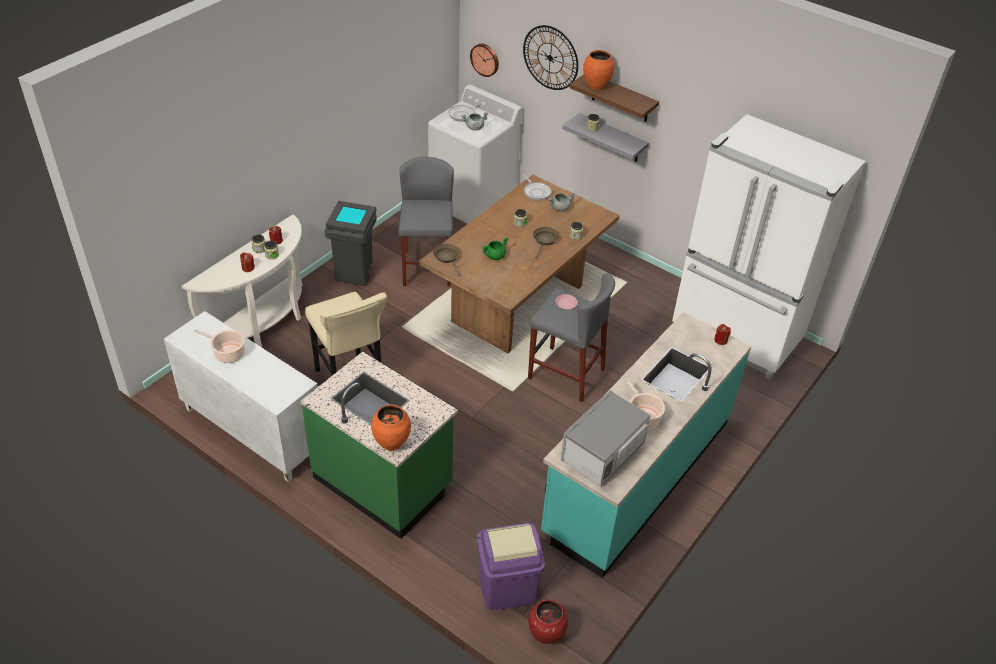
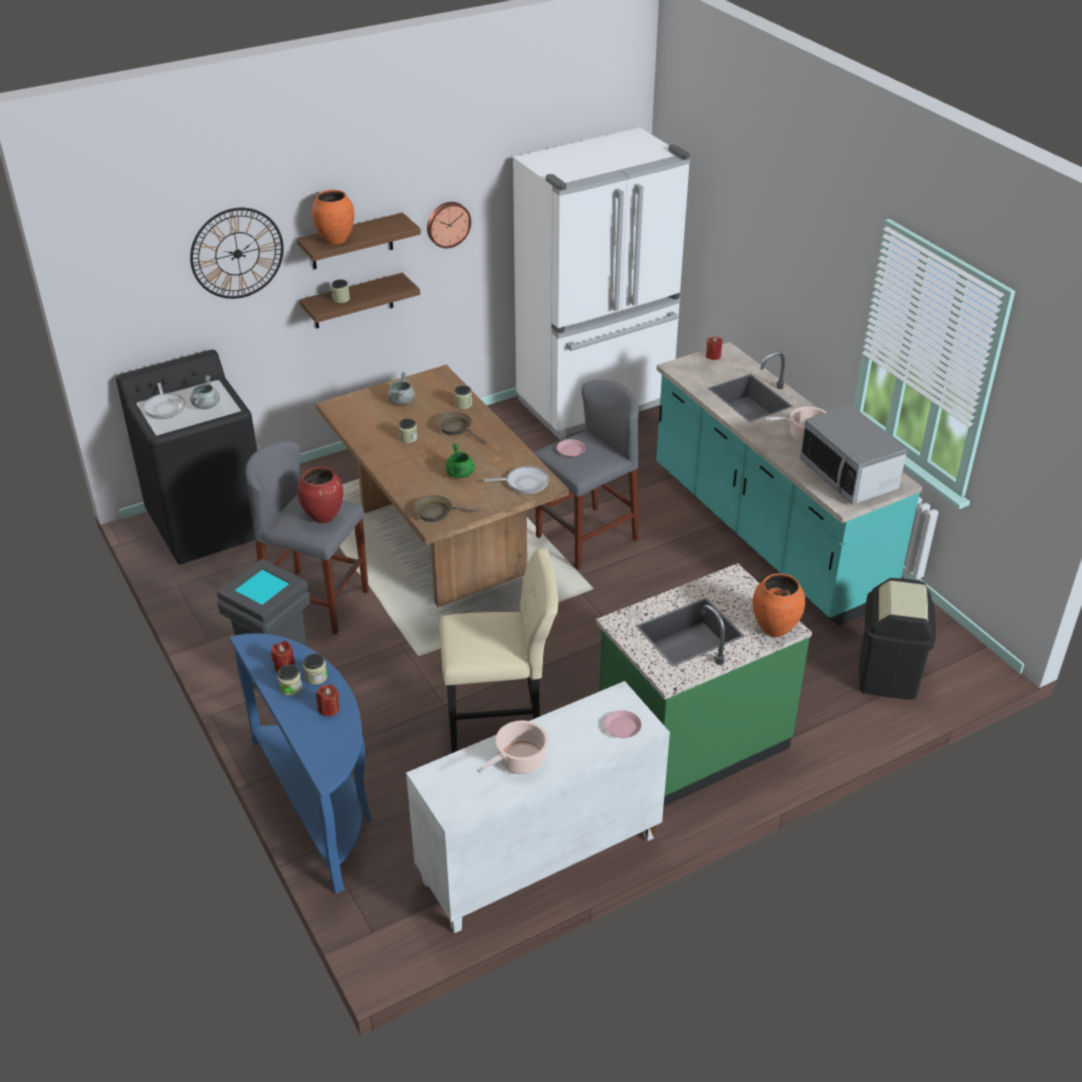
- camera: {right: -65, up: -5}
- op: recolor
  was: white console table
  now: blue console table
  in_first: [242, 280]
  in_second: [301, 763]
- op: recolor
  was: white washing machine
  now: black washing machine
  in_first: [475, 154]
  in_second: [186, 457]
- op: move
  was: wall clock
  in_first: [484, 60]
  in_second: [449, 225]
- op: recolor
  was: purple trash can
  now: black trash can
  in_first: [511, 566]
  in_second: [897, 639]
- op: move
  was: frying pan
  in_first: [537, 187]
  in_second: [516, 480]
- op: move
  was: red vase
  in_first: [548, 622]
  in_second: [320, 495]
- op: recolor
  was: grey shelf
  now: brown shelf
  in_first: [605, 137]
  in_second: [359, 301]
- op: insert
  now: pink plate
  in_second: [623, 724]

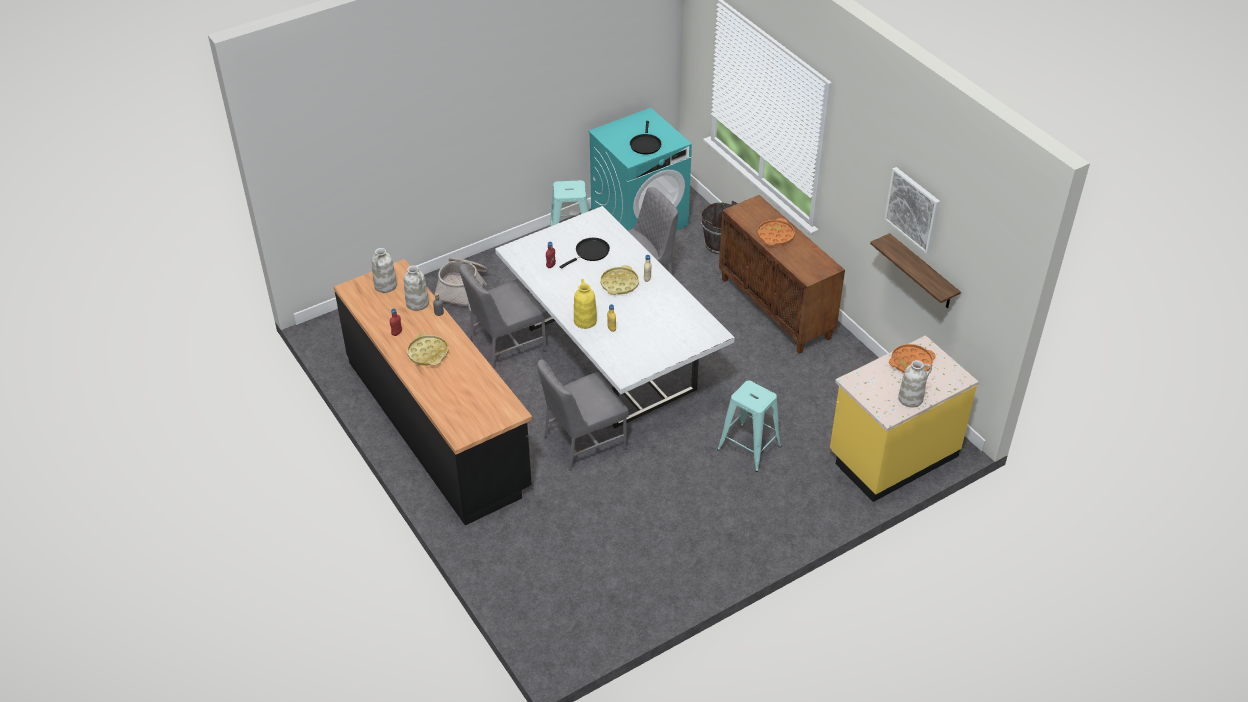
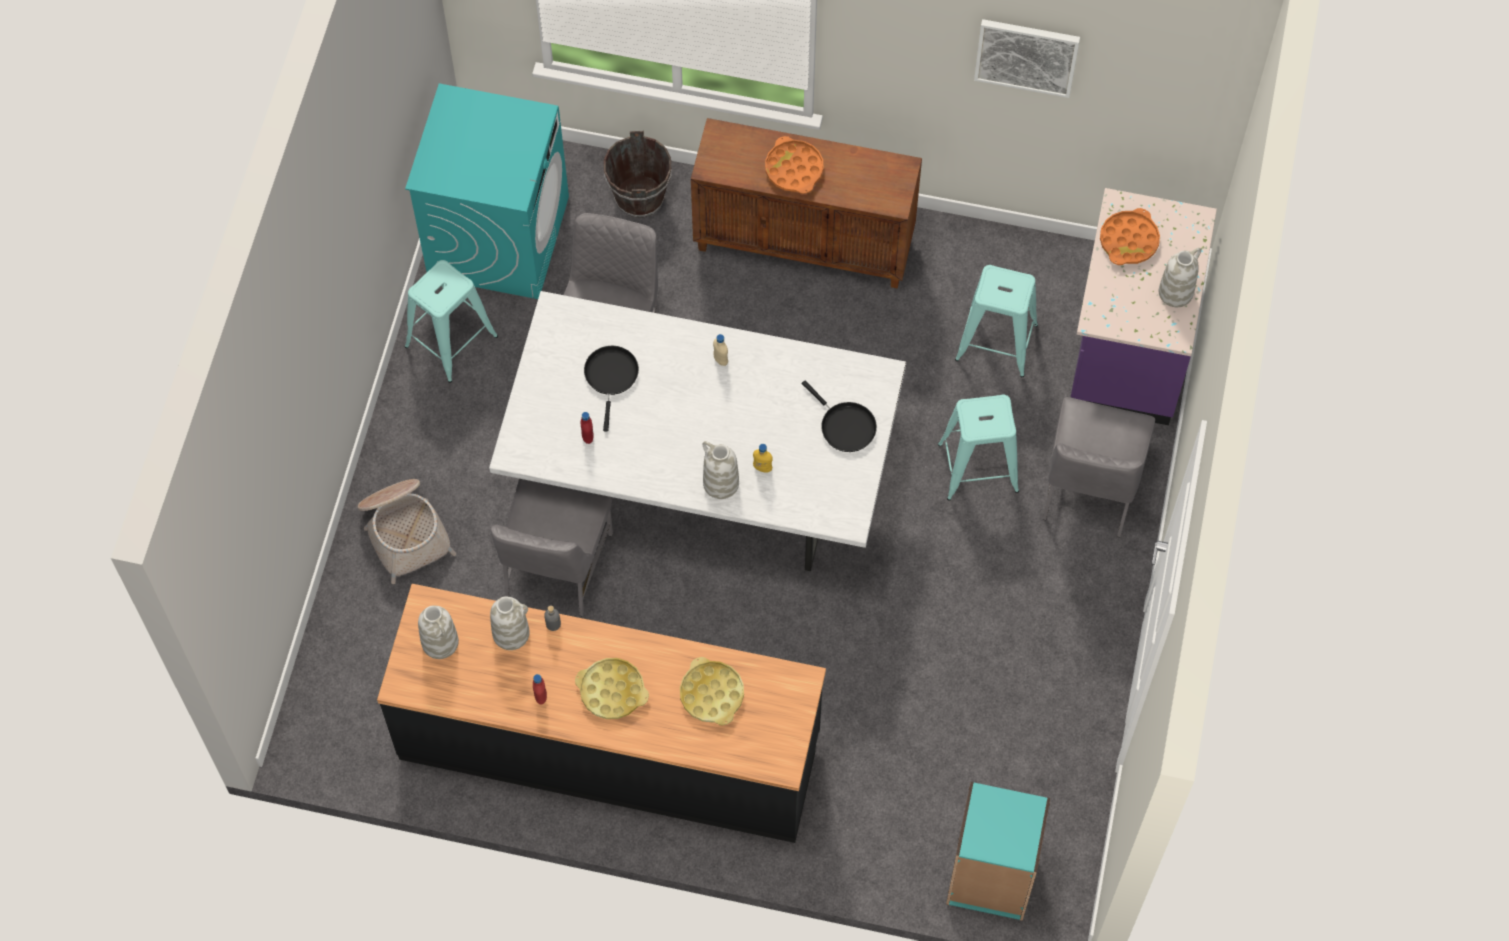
- camera: {right: -45, up: 20}
- op: move
  was: grey chair
  in_first: [583, 415]
  in_second: [1099, 467]
- op: recolor
  was: yellow vase
  now: white vase
  in_first: [585, 304]
  in_second: [721, 470]
- op: move
  was: yellow tray
  in_first: [619, 280]
  in_second: [712, 691]
- op: move
  was: black frying pan
  in_first: [646, 137]
  in_second: [839, 416]
- op: recolor
  was: yellow counter
  now: purple counter
  in_first: [904, 418]
  in_second: [1144, 306]
- op: delete
  was: shelf
  in_first: [915, 270]
- op: insert
  now: turquoise bookcase
  in_second: [998, 851]
- op: insert
  now: turquoise stool
  in_second: [996, 321]

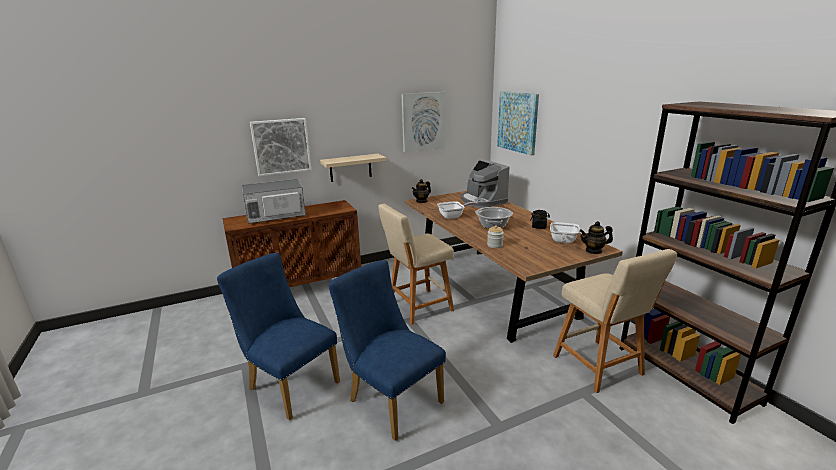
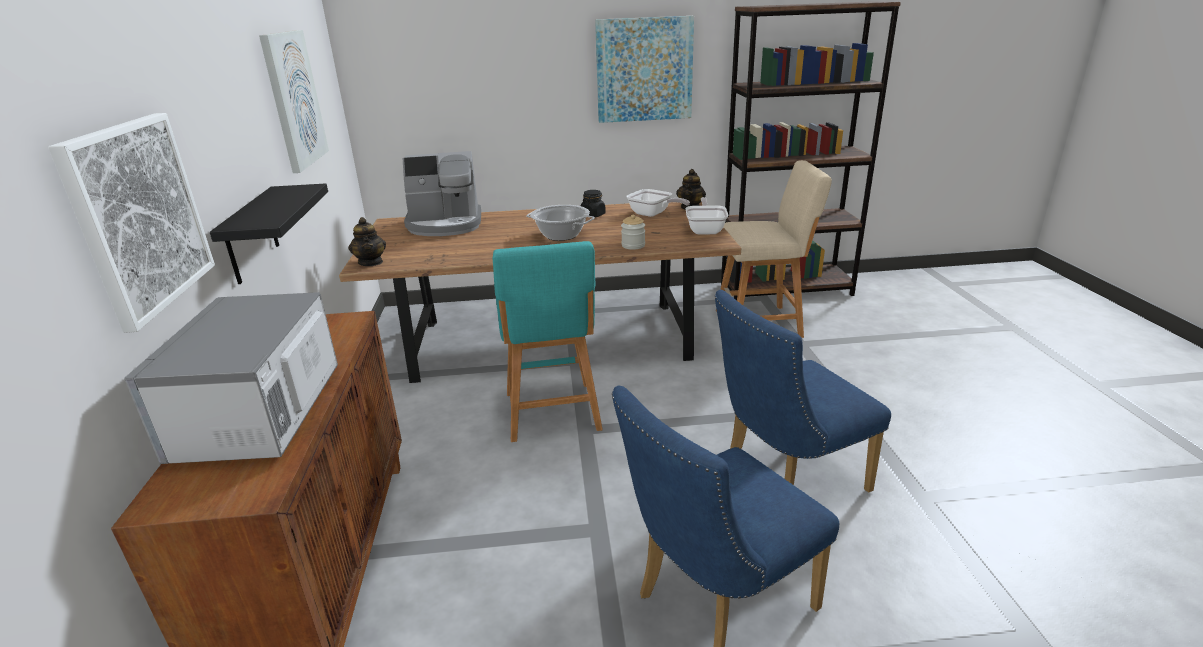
- camera: {right: -70, up: 5}
- op: recolor
  was: beige shelf
  now: black shelf
  in_first: [353, 168]
  in_second: [269, 233]
- op: recolor
  was: beige stool
  now: turquoise stool
  in_first: [416, 264]
  in_second: [547, 341]
- op: move
  was: frying pan
  in_first: [457, 210]
  in_second: [706, 215]
- op: move
  was: picture
  in_first: [518, 123]
  in_second: [644, 69]

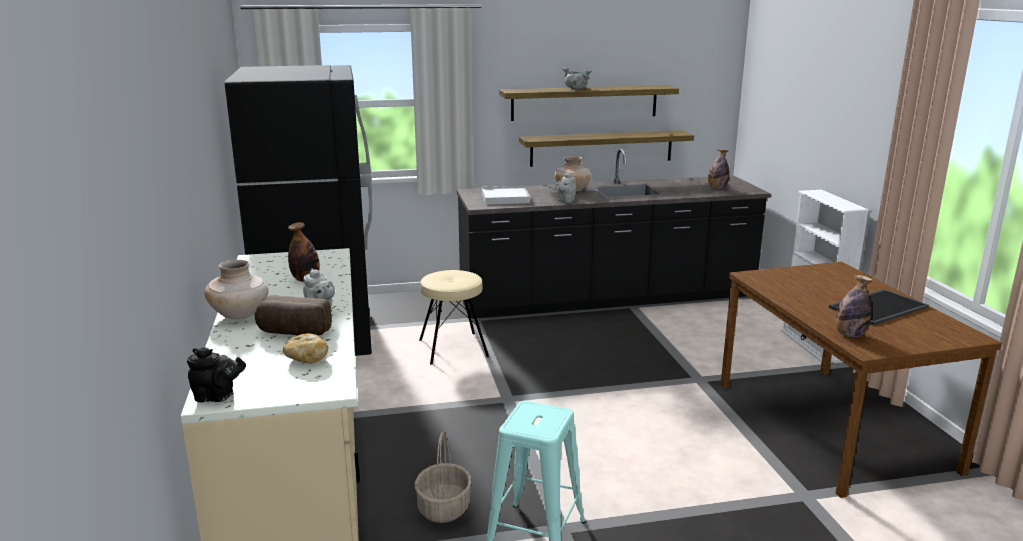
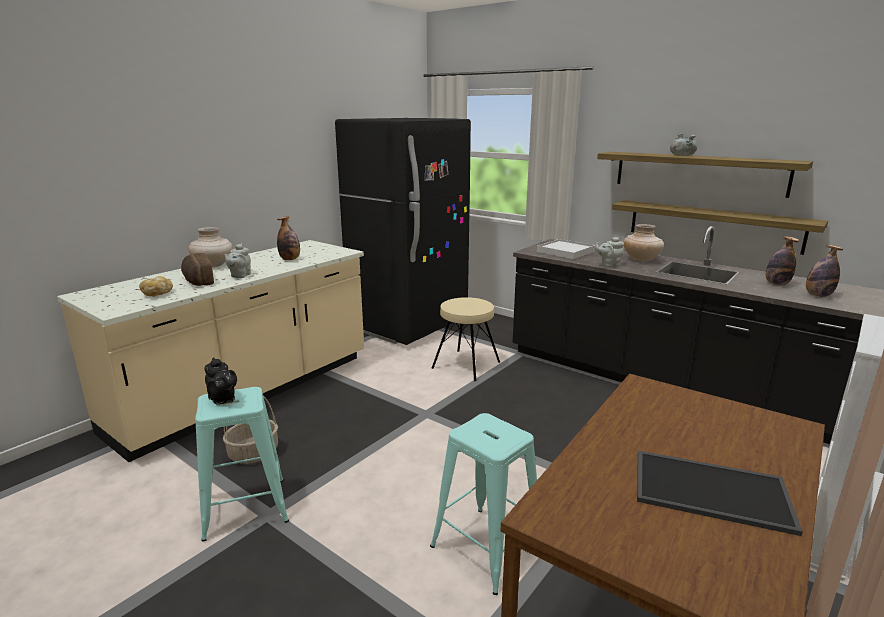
- camera: {right: 50, up: 0}
- op: move
  was: black teapot
  in_first: [216, 374]
  in_second: [220, 381]
- op: move
  was: bottle
  in_first: [854, 306]
  in_second: [782, 261]
- op: insert
  now: turquoise stool
  in_second: [483, 504]

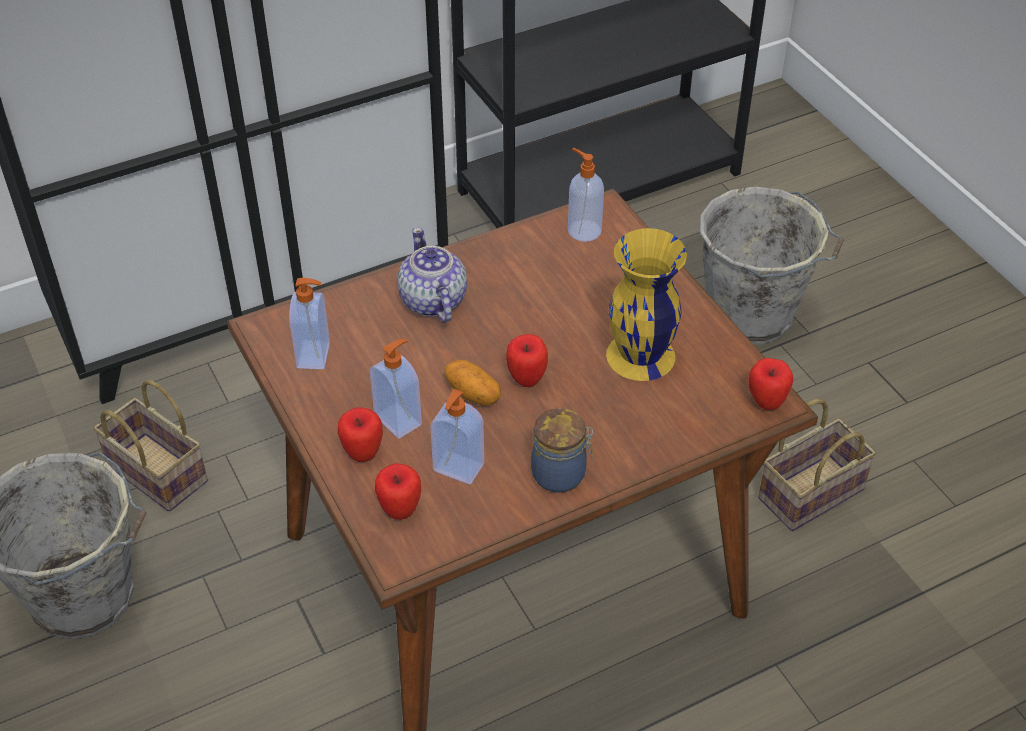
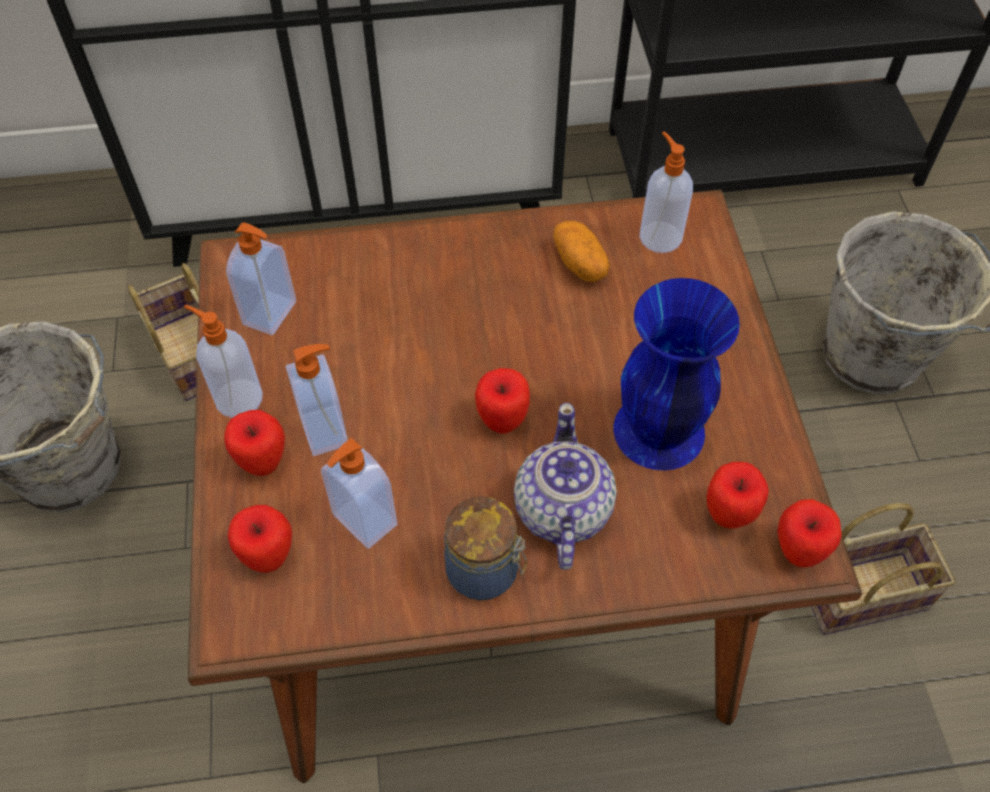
- camera: {right: 20, up: 10}
- op: move
  was: teapot
  in_first: [432, 275]
  in_second: [565, 486]
- op: move
  was: potato
  in_first: [472, 383]
  in_second: [581, 251]
- op: recolor
  was: yellow vase
  now: blue vase
  in_first: [646, 304]
  in_second: [677, 374]
- op: insert
  now: soap dispenser
  in_second: [223, 361]
- op: insert
  now: apple
  in_second: [737, 495]

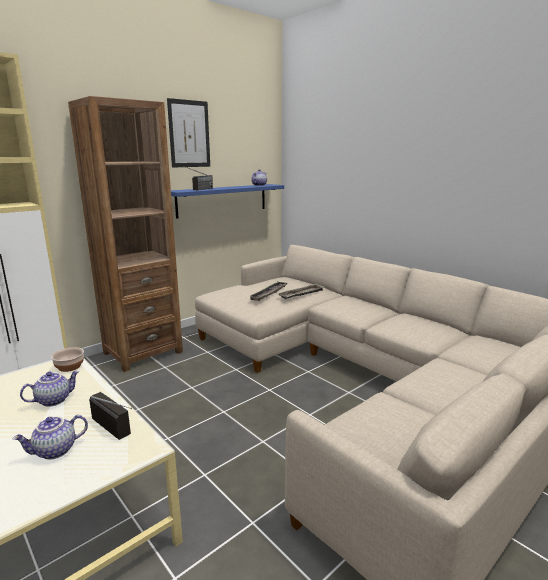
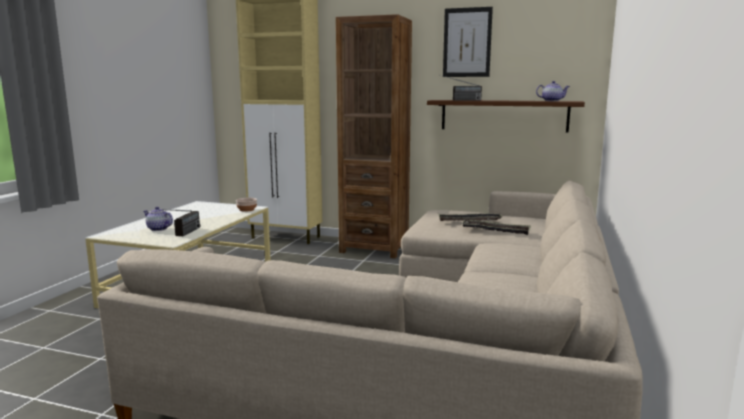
- camera: {right: 60, up: -5}
- op: delete
  was: teapot
  in_first: [49, 389]
- op: recolor
  was: blue shelf
  now: brown shelf
  in_first: [227, 201]
  in_second: [506, 116]

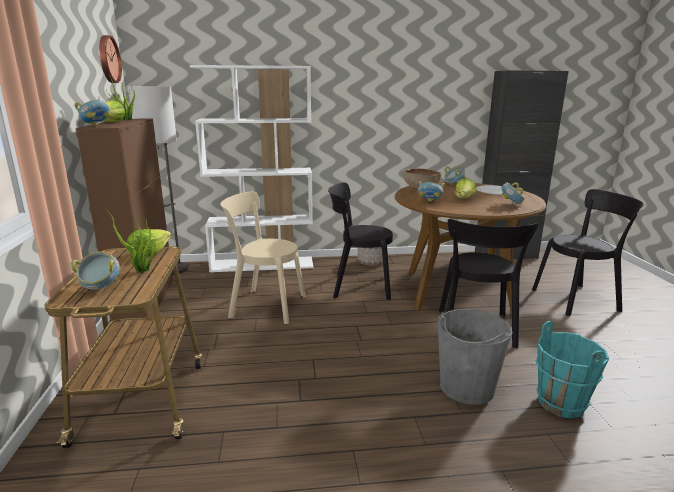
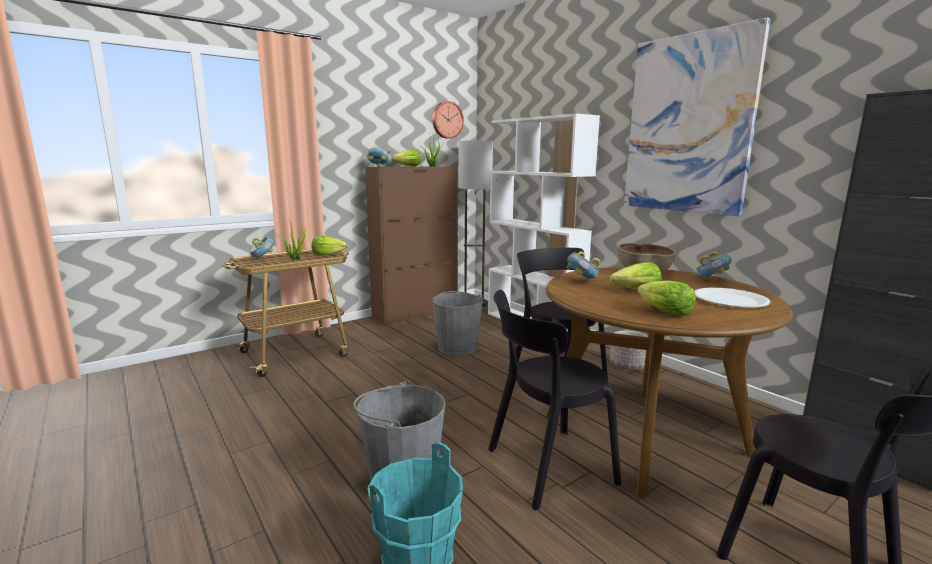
- camera: {right: 60, up: -5}
- op: replace
  was: beige chair
  now: grey bucket
  in_first: [262, 257]
  in_second: [457, 323]
- op: replace
  was: bowl
  now: lettuce
  in_first: [513, 193]
  in_second: [666, 298]
- op: insert
  now: picture
  in_second: [697, 116]

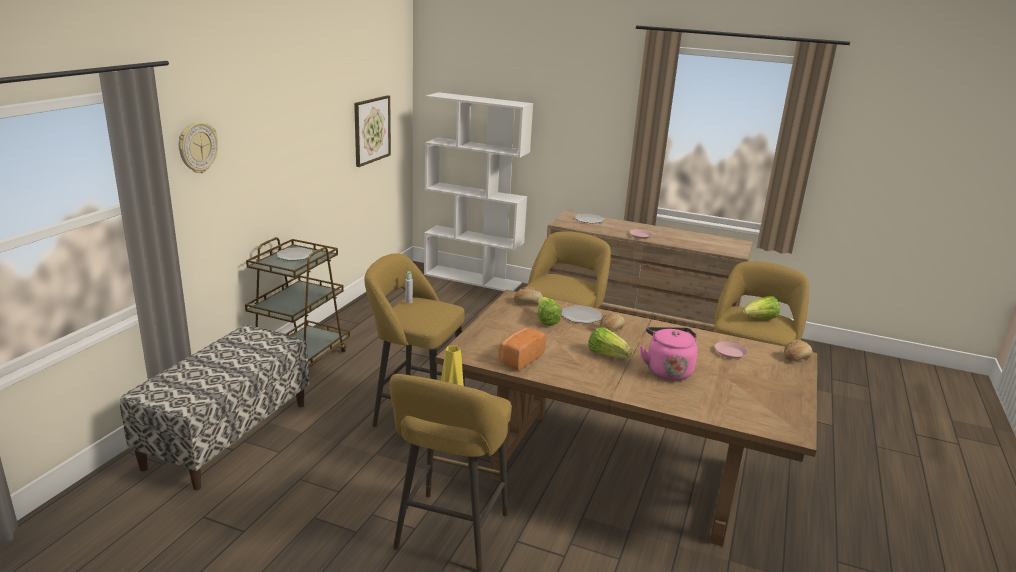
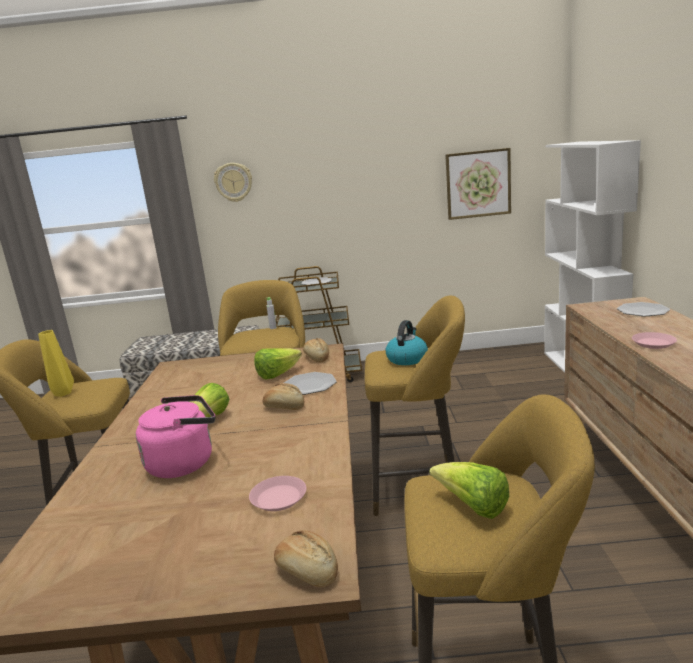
- camera: {right: 70, up: -5}
- op: delete
  was: bread
  in_first: [522, 349]
- op: insert
  now: kettle
  in_second: [407, 342]

